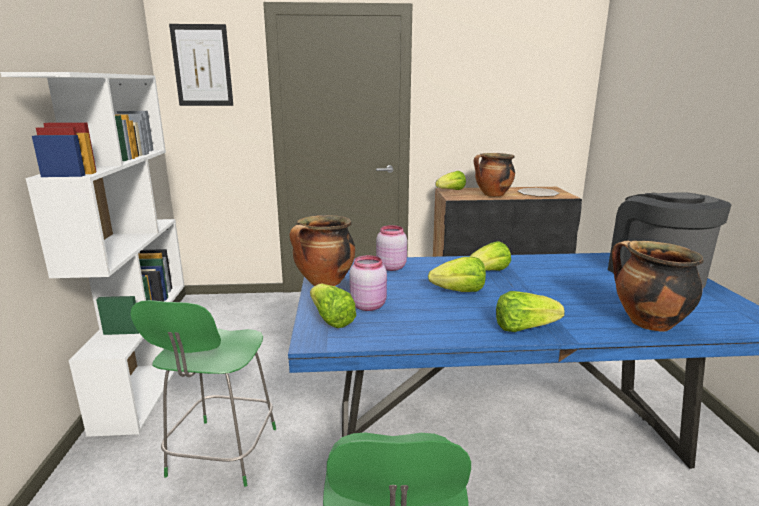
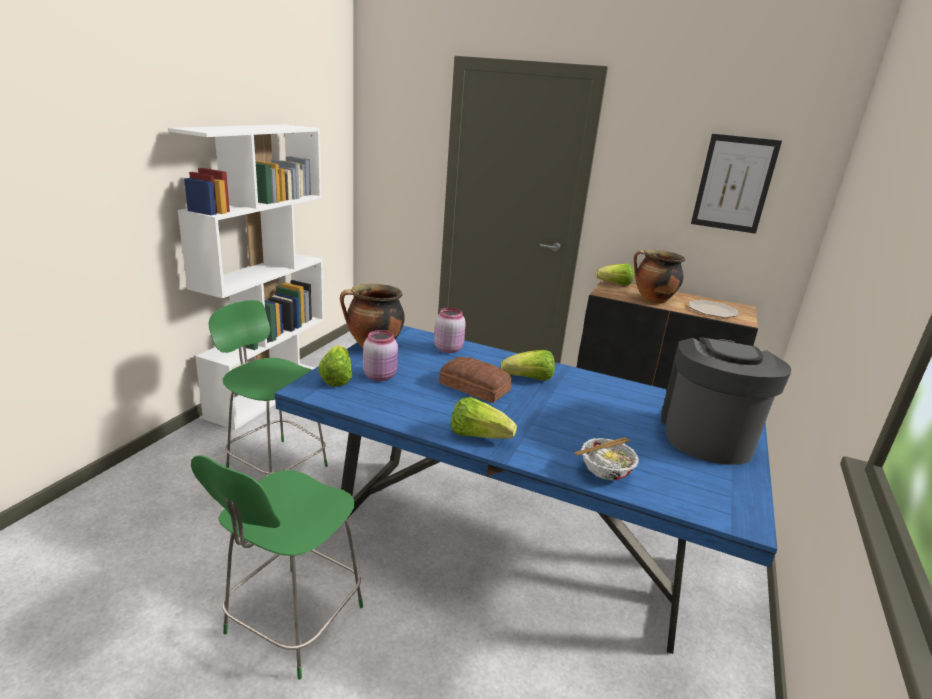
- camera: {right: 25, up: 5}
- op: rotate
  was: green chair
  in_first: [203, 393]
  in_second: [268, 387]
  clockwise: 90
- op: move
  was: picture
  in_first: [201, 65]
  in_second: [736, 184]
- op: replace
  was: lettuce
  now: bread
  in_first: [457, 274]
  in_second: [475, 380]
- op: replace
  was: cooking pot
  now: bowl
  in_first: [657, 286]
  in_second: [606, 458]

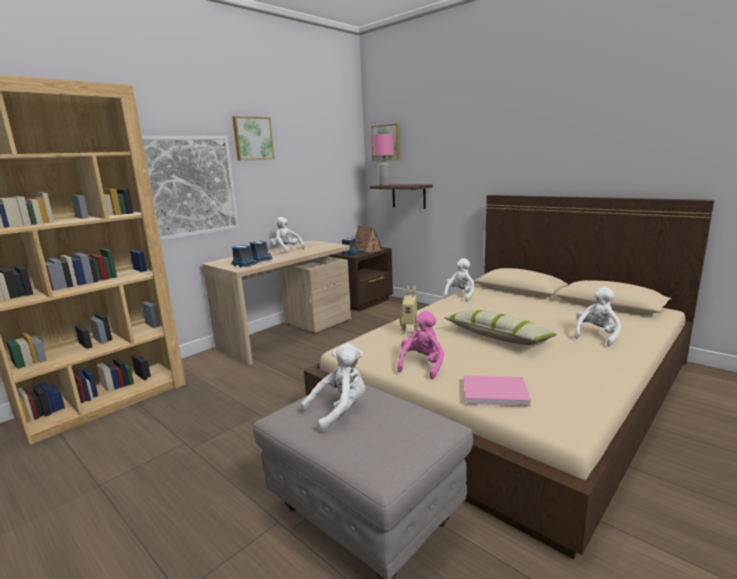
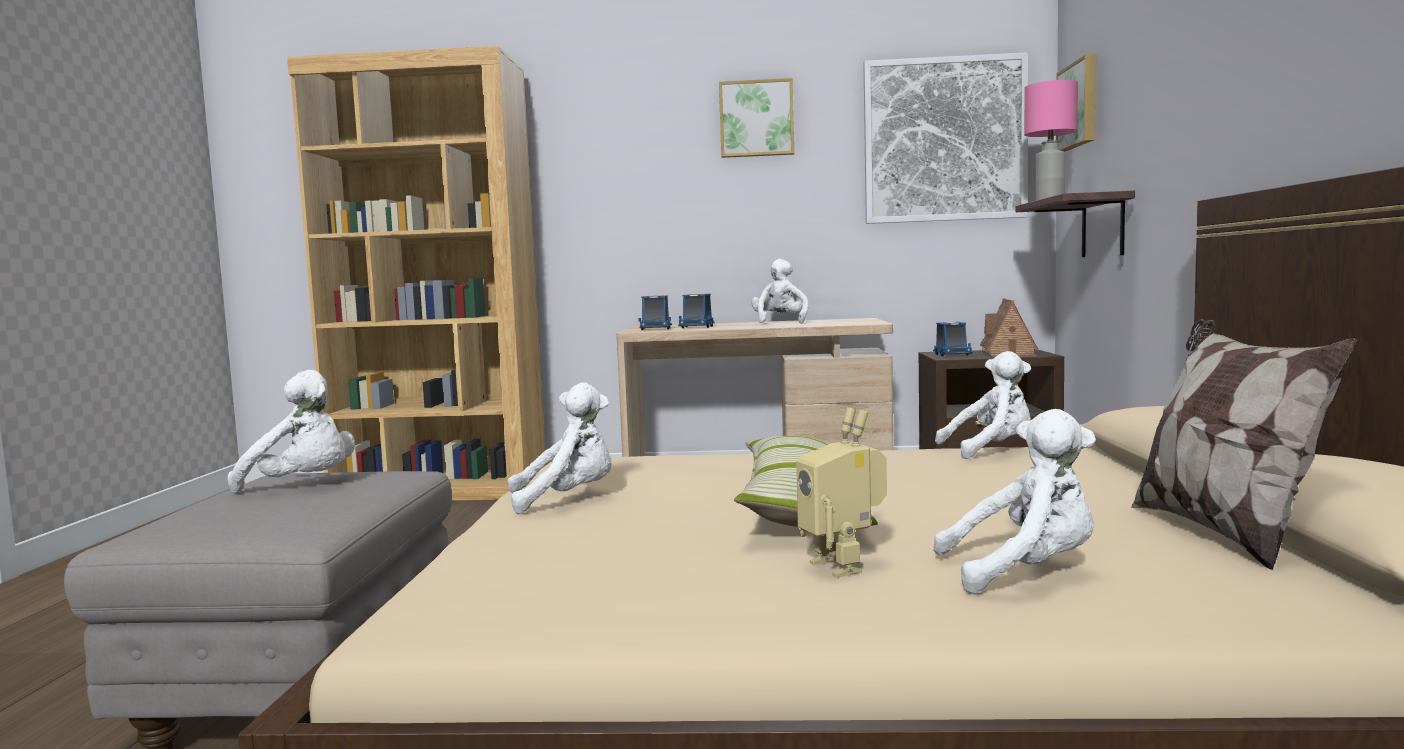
- camera: {right: 50, up: -10}
- op: move
  was: picture
  in_first: [190, 188]
  in_second: [945, 138]
- op: recolor
  was: pink plush toy
  now: white plush toy
  in_first: [420, 344]
  in_second: [560, 448]
- op: move
  was: toy robot
  in_first: [409, 309]
  in_second: [841, 492]
- op: delete
  was: pink book
  in_first: [497, 390]
- op: insert
  now: pillow
  in_second: [1244, 444]

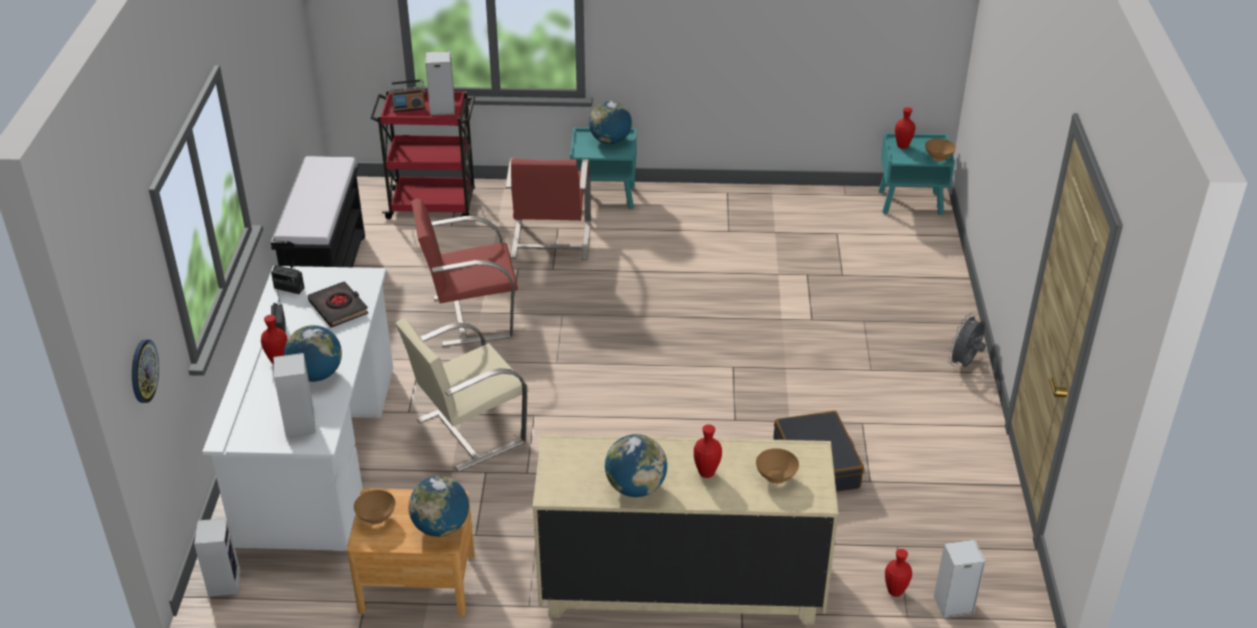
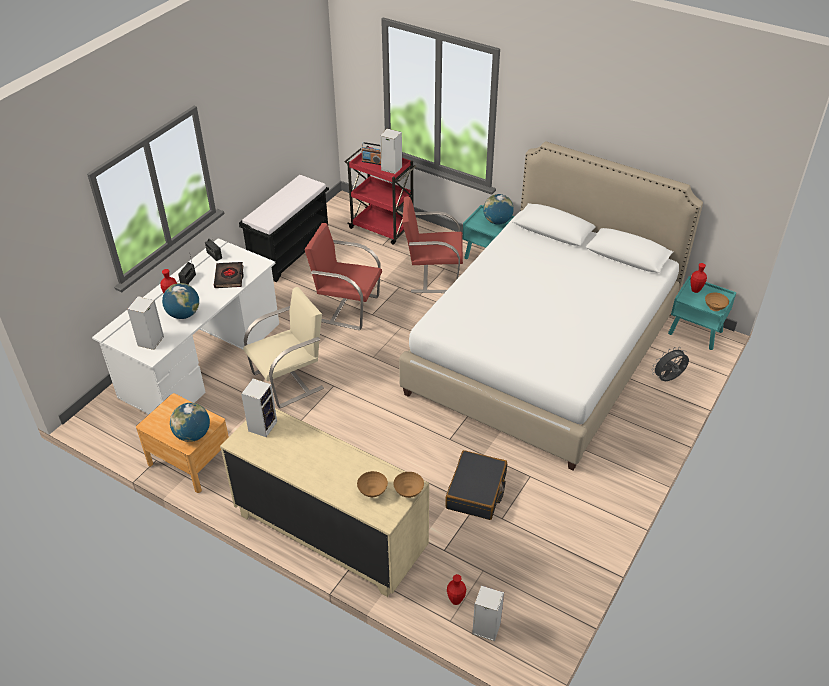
- camera: {right: 30, up: 5}
- op: delete
  was: wall clock
  in_first: [145, 371]
- op: move
  was: speaker
  in_first: [217, 557]
  in_second: [259, 408]
- op: move
  was: brown bowl
  in_first: [374, 507]
  in_second: [408, 485]
- op: rotate
  was: beige chair
  in_first: [462, 395]
  in_second: [283, 347]
  clockwise: 150
- op: rotate
  was: red chair
  in_first: [548, 209]
  in_second: [432, 244]
  clockwise: 60
- op: delete
  was: globe
  in_first: [636, 465]
- op: delete
  was: red vase
  in_first: [708, 451]
- op: move
  was: grey fan
  in_first: [967, 340]
  in_second: [670, 364]
- op: insert
  now: white bed
  in_second: [551, 305]

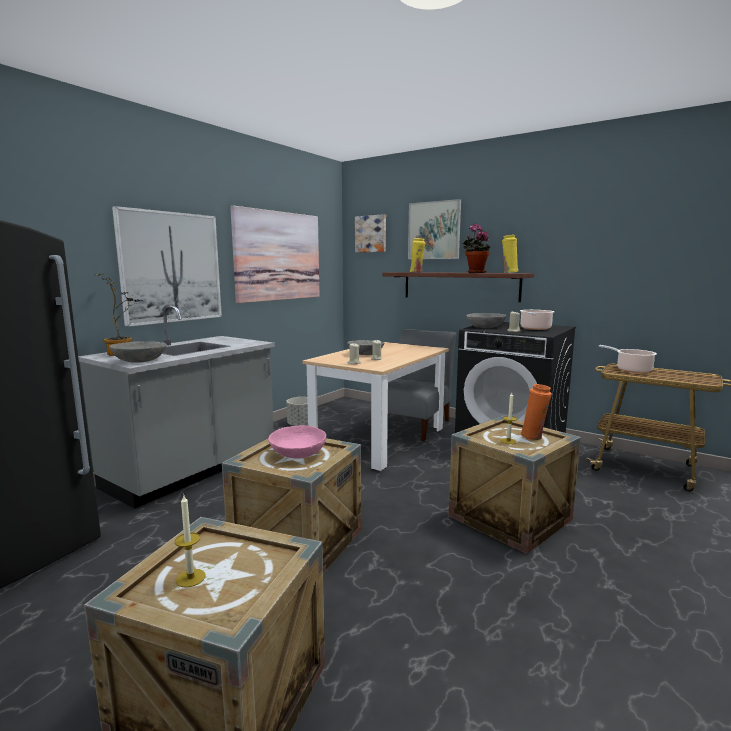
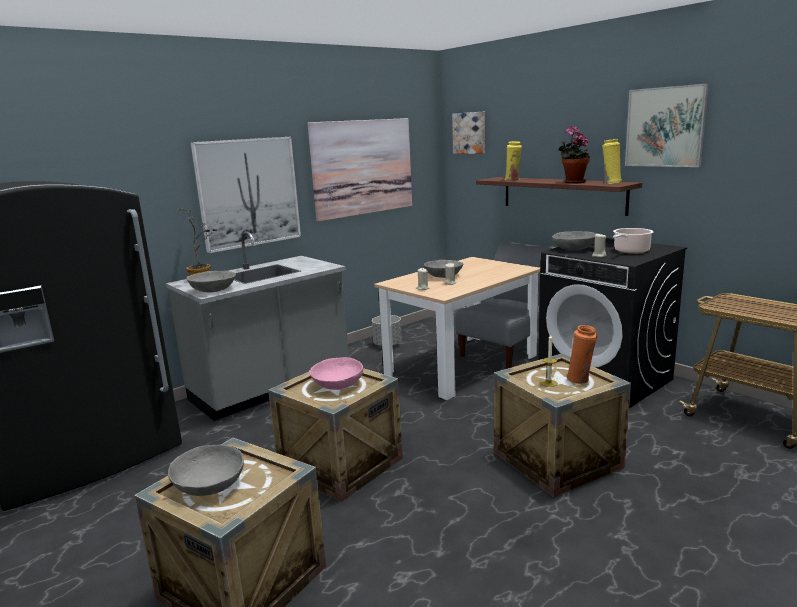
- camera: {right: 15, up: 5}
- op: replace
  was: candle
  now: grey bowl
  in_first: [190, 541]
  in_second: [206, 470]
- op: move
  was: picture
  in_first: [434, 229]
  in_second: [667, 125]
- op: delete
  was: cooking pot
  in_first: [628, 359]

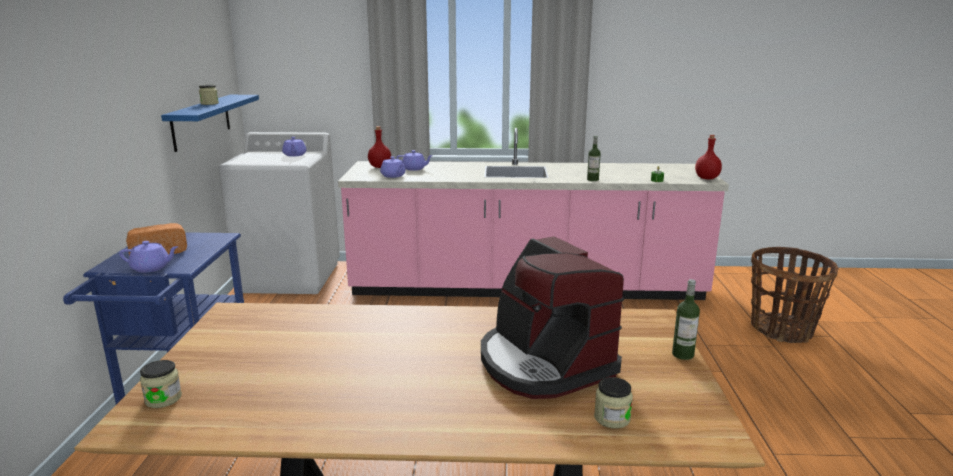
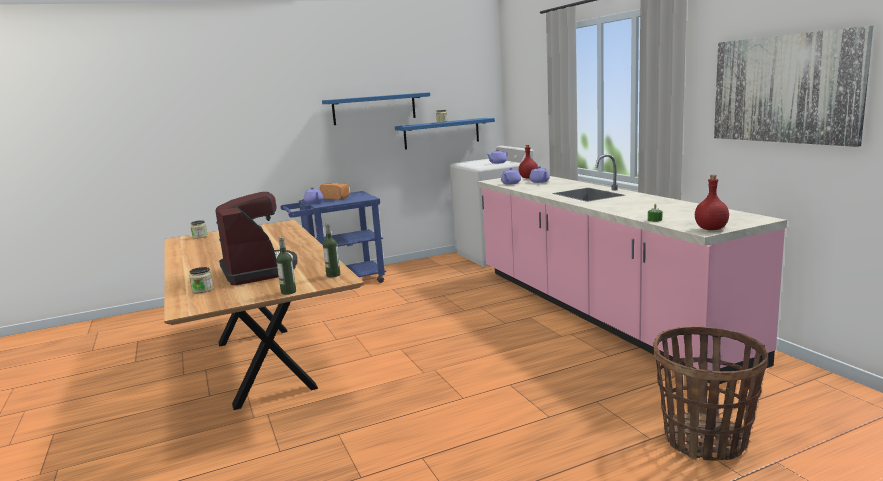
- camera: {right: 65, up: -5}
- op: rotate
  was: coffee machine
  in_first: [552, 317]
  in_second: [256, 238]
  clockwise: 120
- op: move
  was: bottle
  in_first: [594, 158]
  in_second: [331, 250]
- op: insert
  now: blue shelf
  in_second: [376, 108]
- op: insert
  now: picture
  in_second: [793, 86]

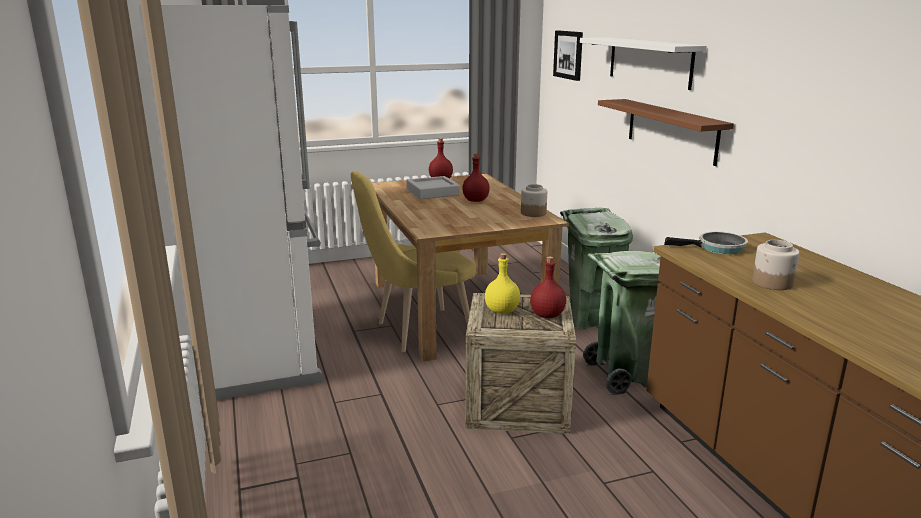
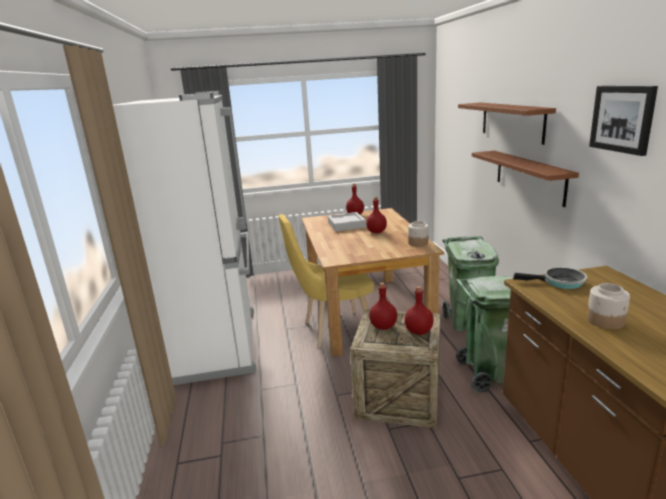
- camera: {right: 10, up: 0}
- op: recolor
  was: yellow bottle
  now: red bottle
  in_first: [502, 283]
  in_second: [383, 306]
- op: move
  was: picture
  in_first: [568, 55]
  in_second: [623, 121]
- op: recolor
  was: white shelf
  now: brown shelf
  in_first: [643, 63]
  in_second: [507, 124]

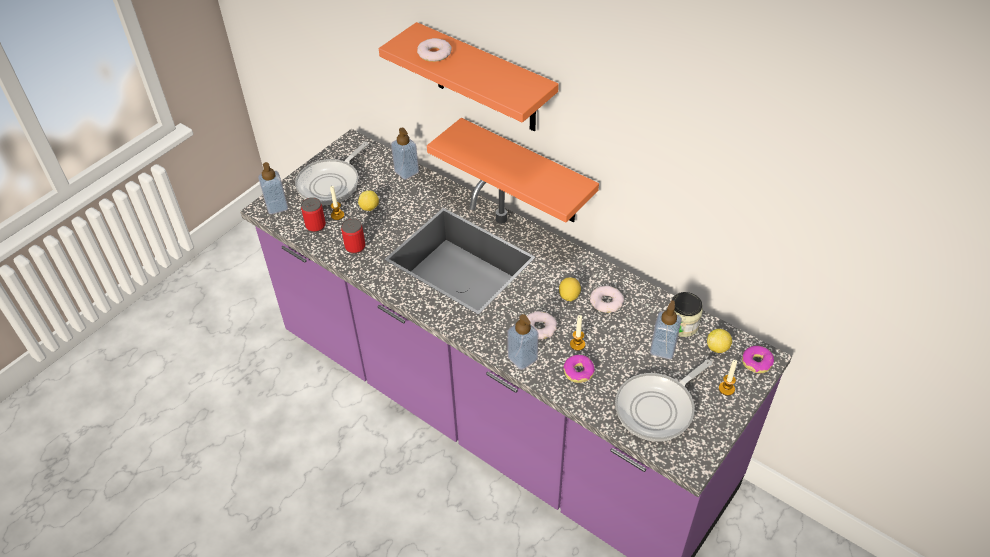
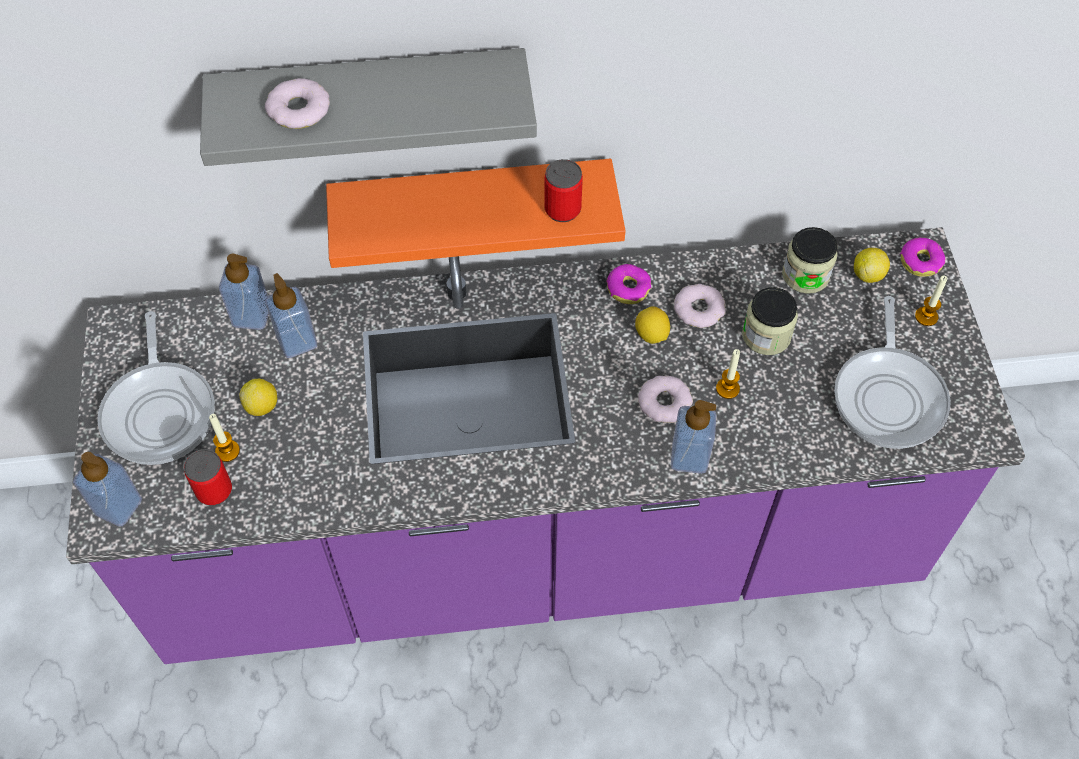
- camera: {right: -45, up: 10}
- op: move
  was: can
  in_first: [353, 236]
  in_second: [563, 190]
- op: recolor
  was: orange shelf
  now: grey shelf
  in_first: [469, 76]
  in_second: [368, 107]
- op: move
  was: donut
  in_first: [579, 369]
  in_second: [628, 284]
- op: move
  was: soap dispenser
  in_first: [666, 329]
  in_second: [291, 315]
- op: insert
  now: jar
  in_second: [770, 321]

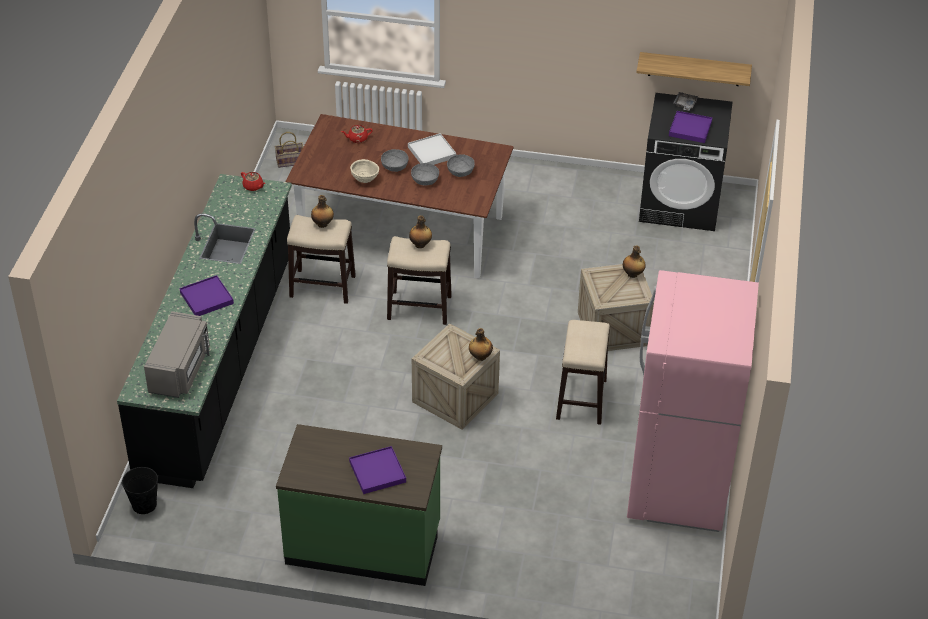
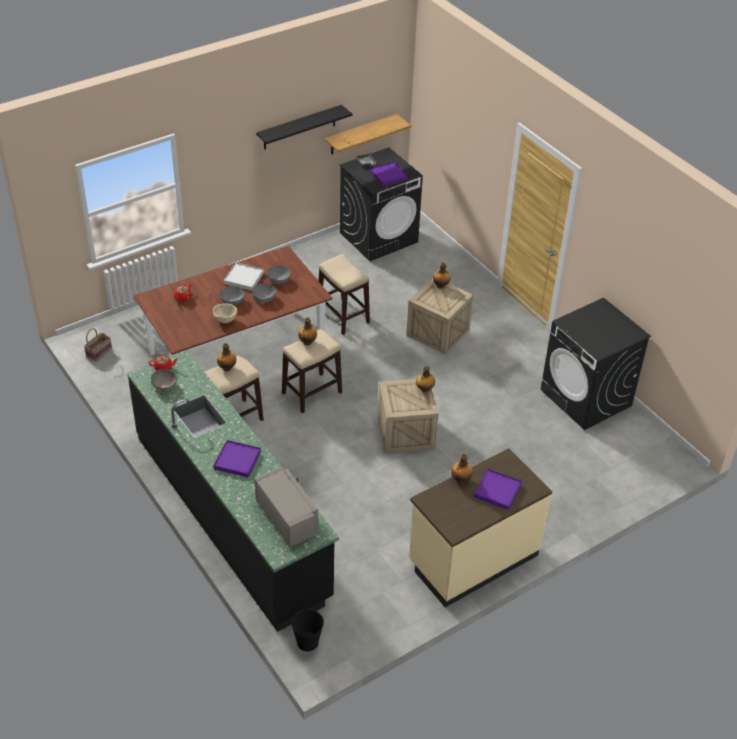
- camera: {right: -45, up: 0}
- op: recolor
  was: green counter
  now: beige counter
  in_first: [359, 505]
  in_second: [480, 527]
- op: move
  was: stool
  in_first: [583, 372]
  in_second: [344, 294]
- op: replace
  was: pink fridge
  now: black washing machine
  in_first: [693, 401]
  in_second: [596, 364]
- op: insert
  now: grey bowl
  in_second: [164, 380]
- op: insert
  now: black shelf
  in_second: [304, 127]
- op: insert
  now: bottle
  in_second: [462, 469]

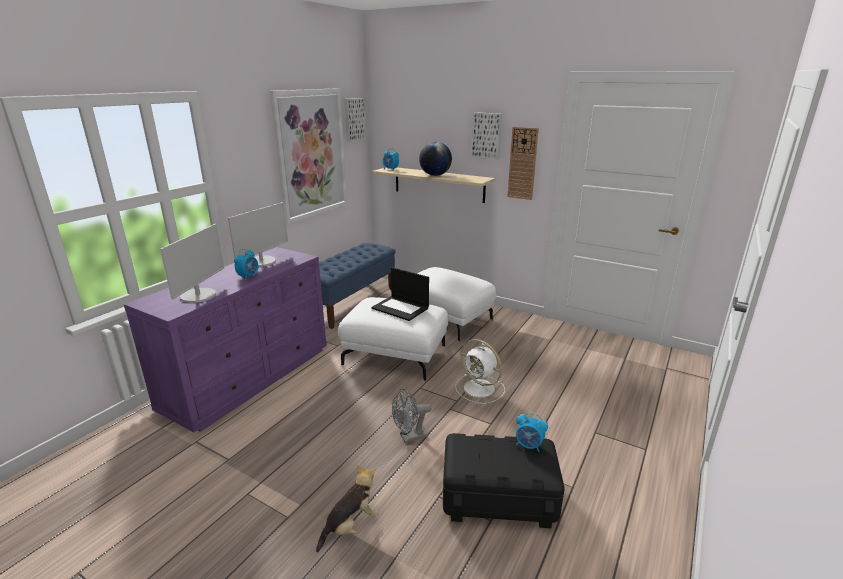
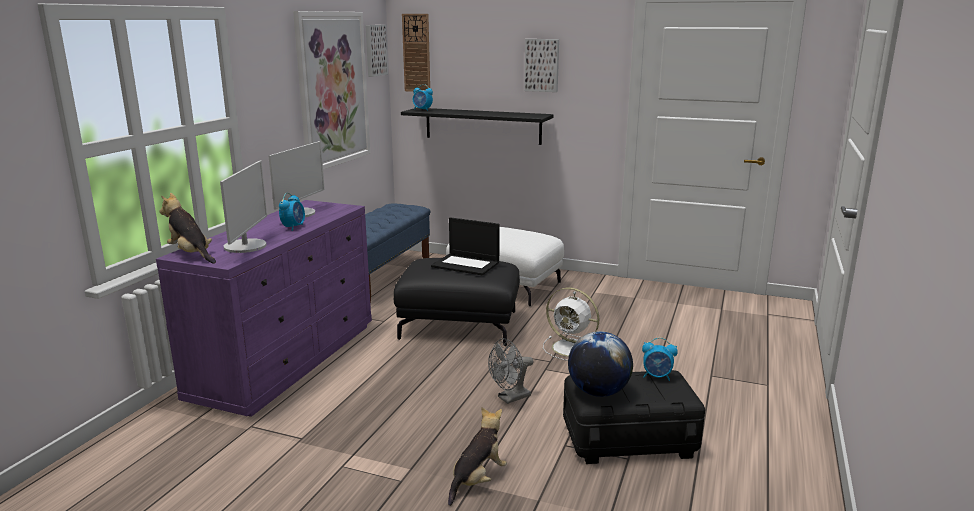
- camera: {right: -10, up: -5}
- op: recolor
  was: white ottoman
  now: black ottoman
  in_first: [393, 339]
  in_second: [457, 302]
- op: recolor
  was: beige shelf
  now: black shelf
  in_first: [433, 185]
  in_second: [477, 126]
- op: move
  was: globe
  in_first: [435, 159]
  in_second: [600, 364]
- op: move
  was: wall clock
  in_first: [523, 163]
  in_second: [416, 53]
- op: insert
  now: plush toy
  in_second: [188, 228]

